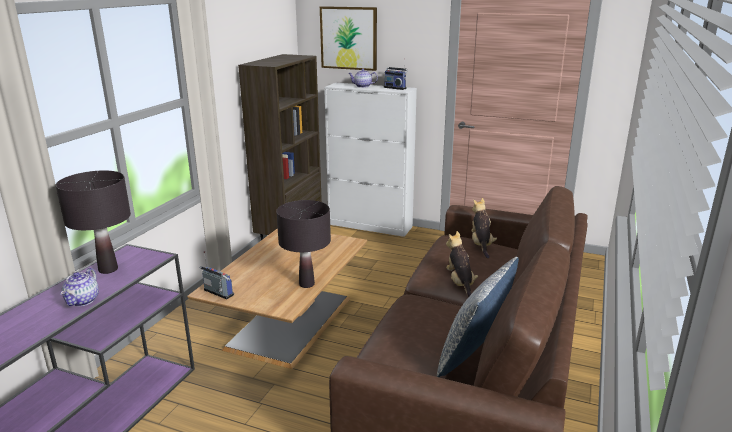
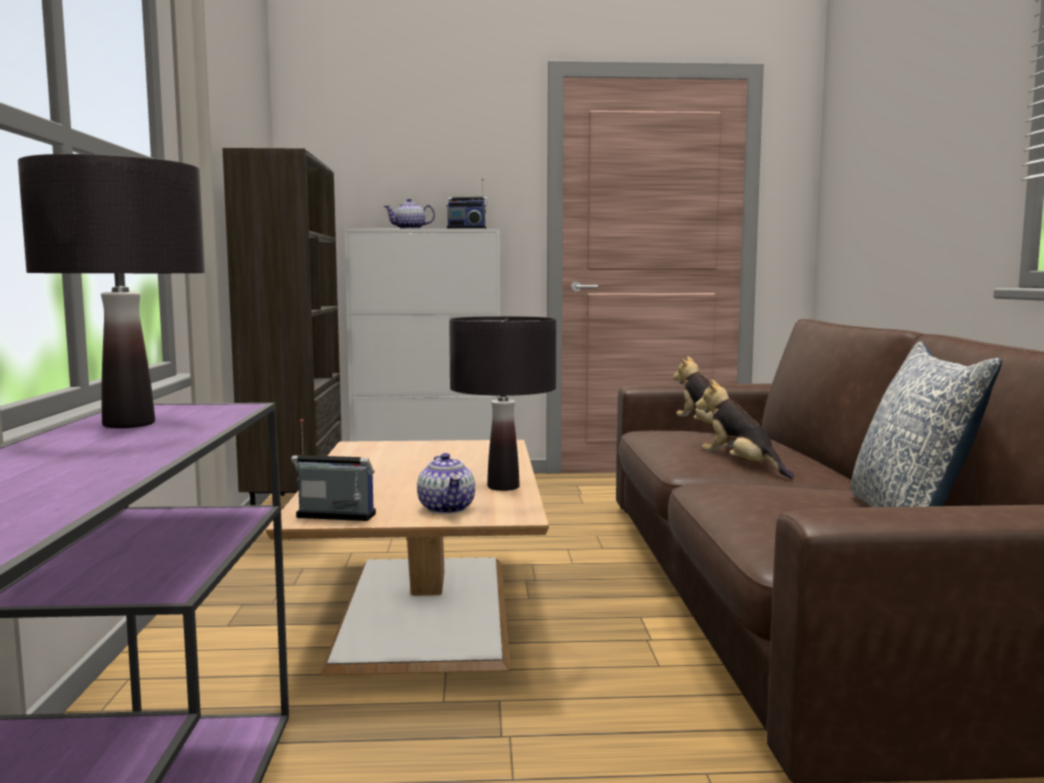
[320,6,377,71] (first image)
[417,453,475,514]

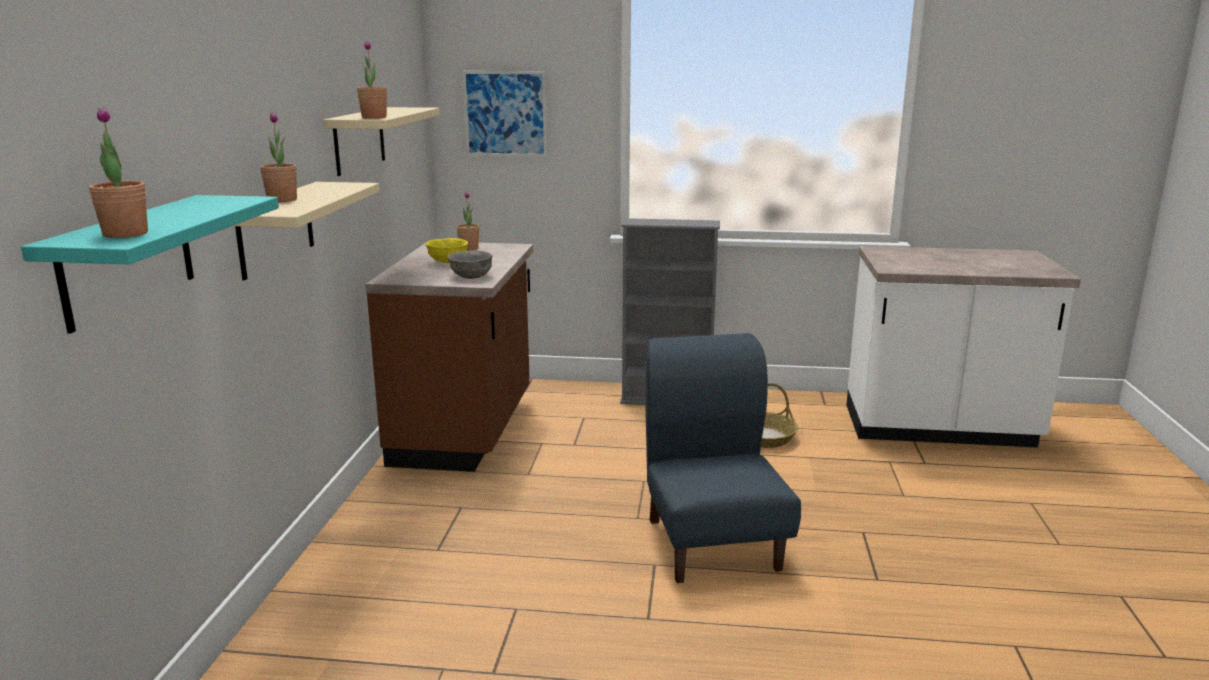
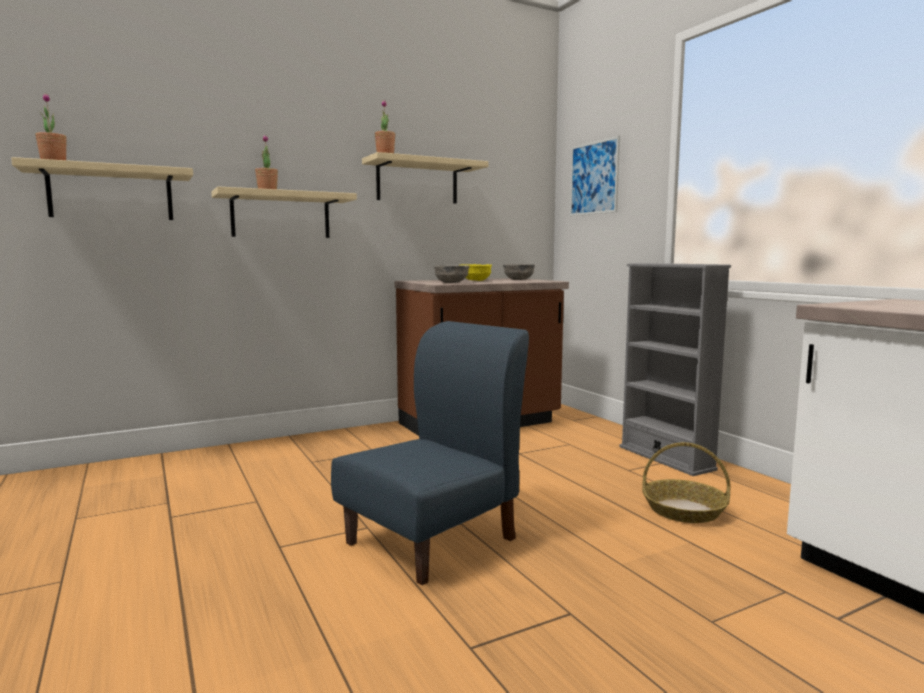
[503,264,535,280]
[11,157,193,220]

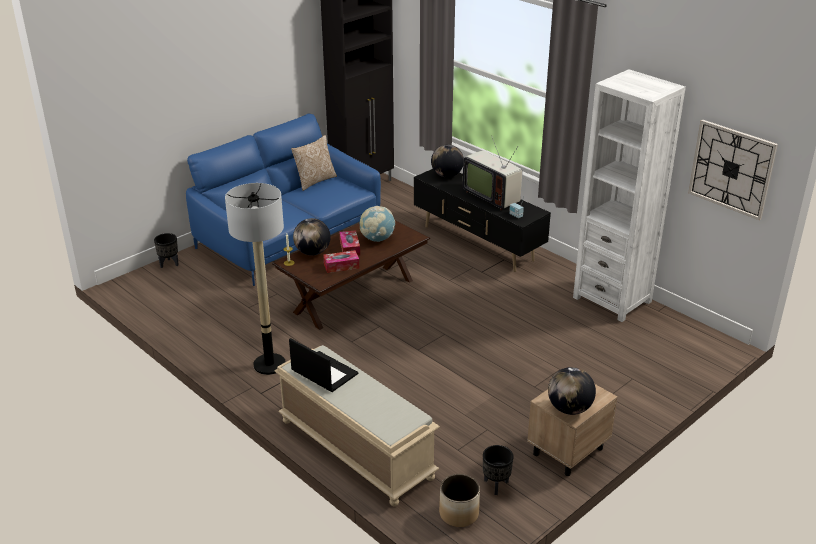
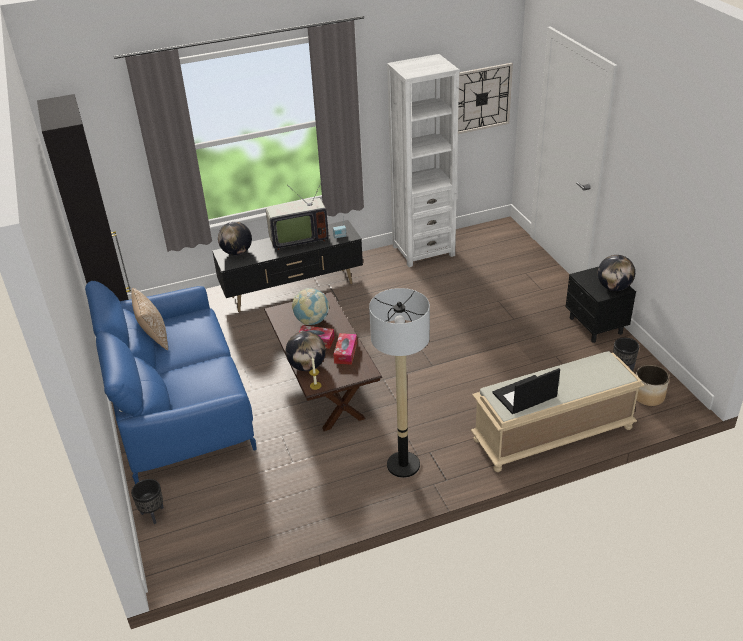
[566,267,636,343]

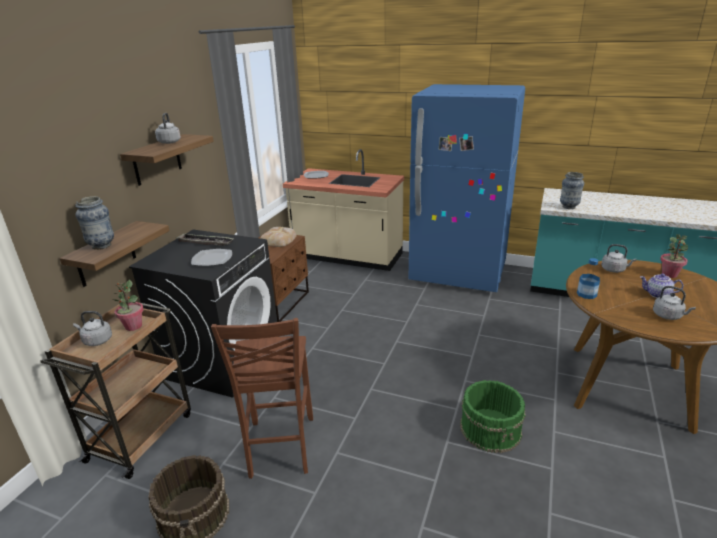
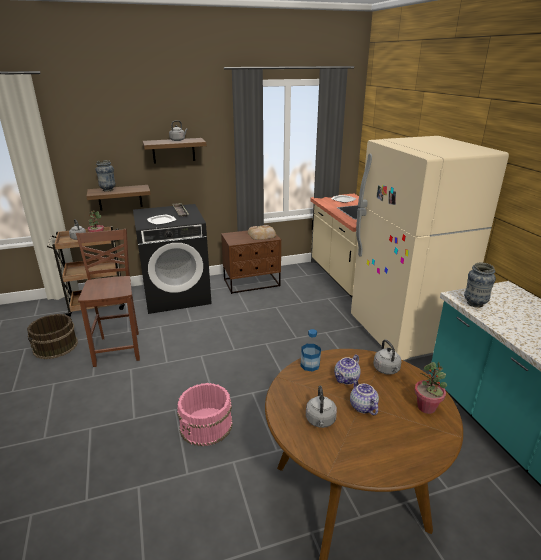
[334,354,361,385]
[351,136,509,360]
[177,383,233,447]
[76,229,140,367]

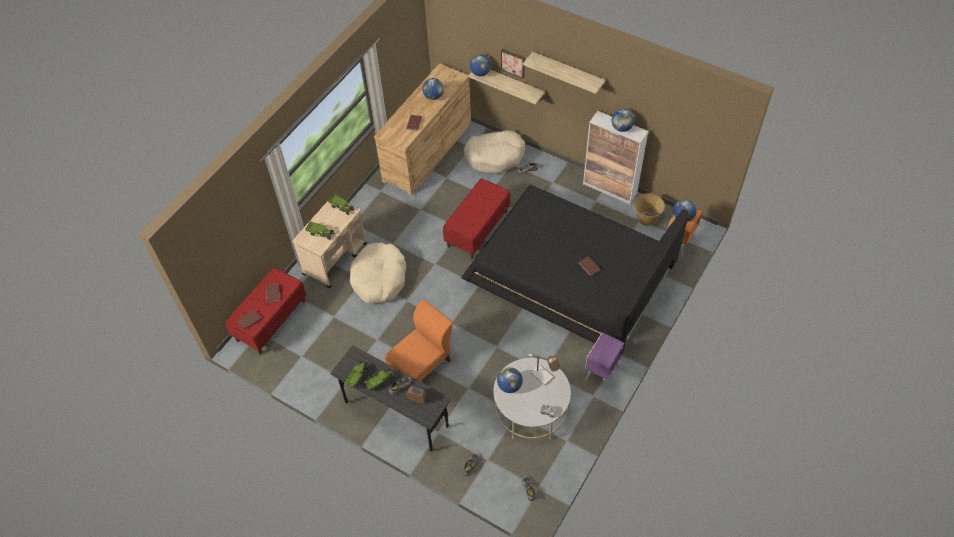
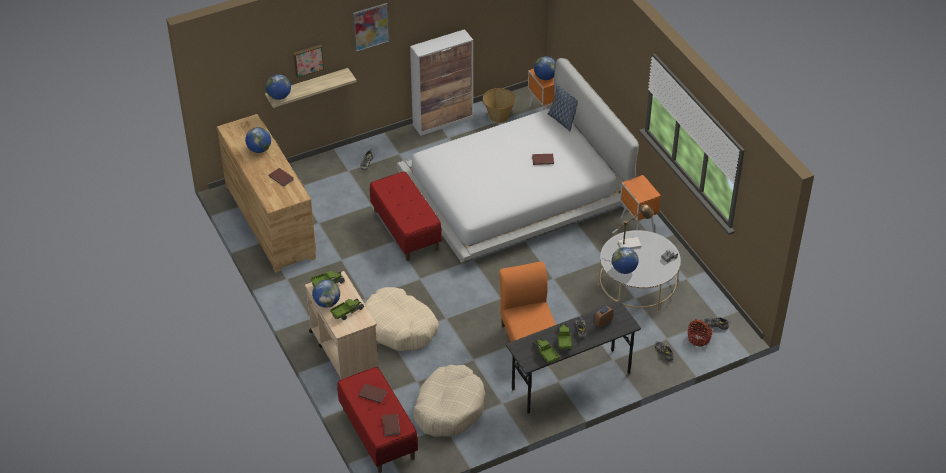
[548,84,578,131]
[688,319,713,347]
[413,365,485,437]
[312,280,340,308]
[353,3,389,52]
[397,58,639,263]
[620,175,661,231]

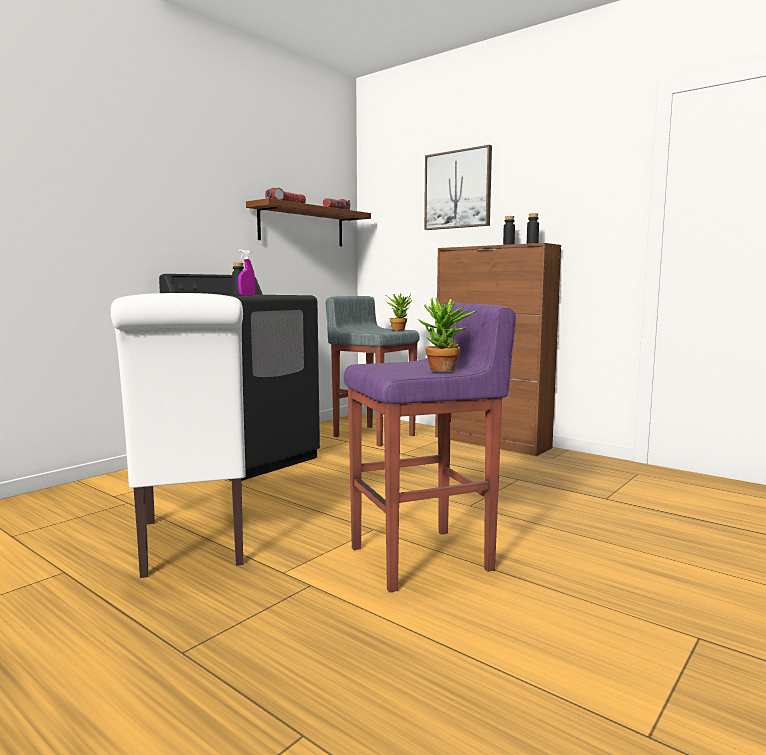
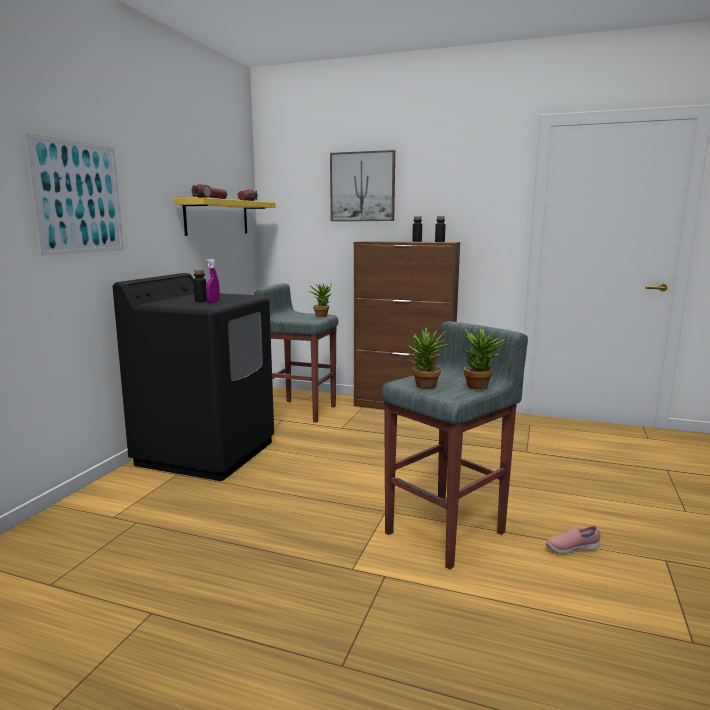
[111,293,246,578] (first image)
[24,132,124,256]
[407,328,450,389]
[546,525,601,554]
[174,198,276,236]
[381,321,528,569]

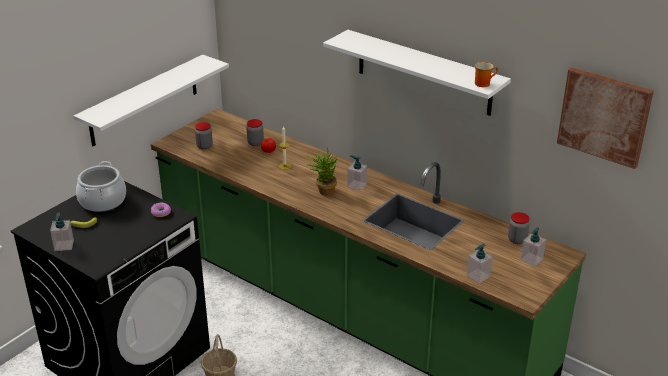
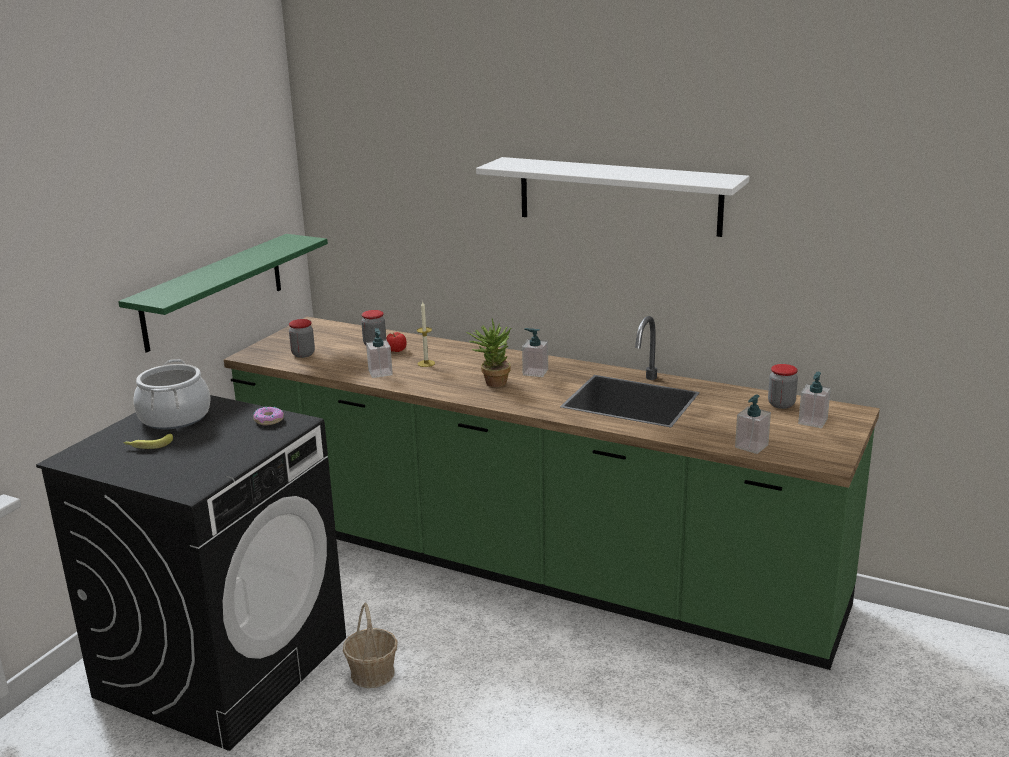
[475,62,498,87] (first image)
[557,67,654,169] (first image)
[366,328,393,378]
[118,234,328,353]

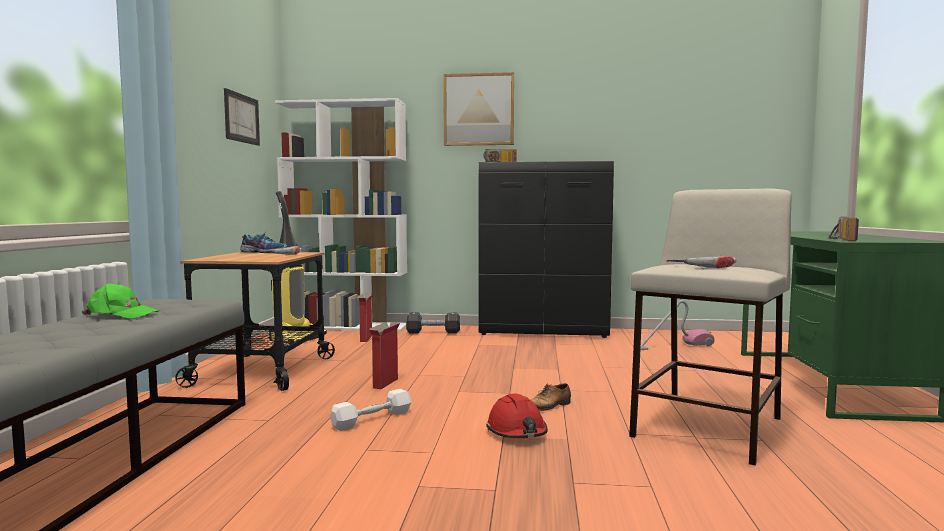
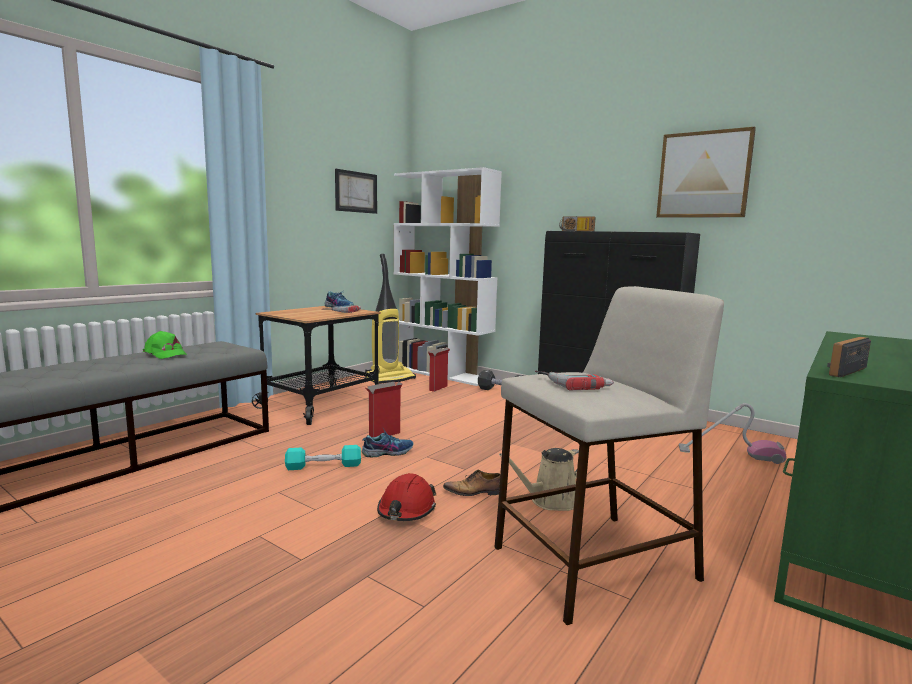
[362,430,414,457]
[499,448,579,511]
[656,127,756,218]
[285,445,361,470]

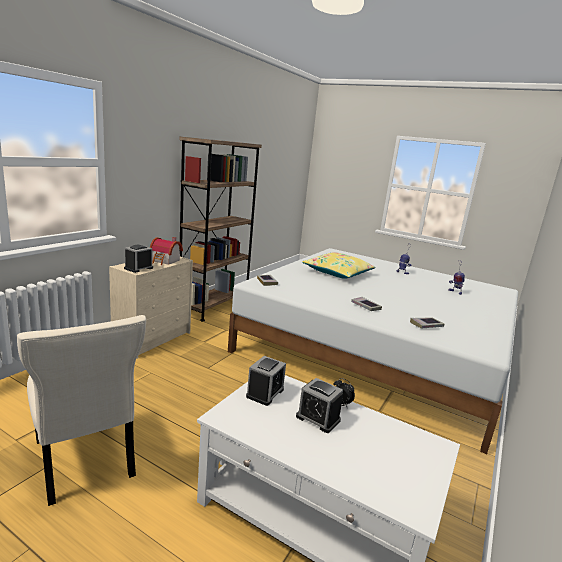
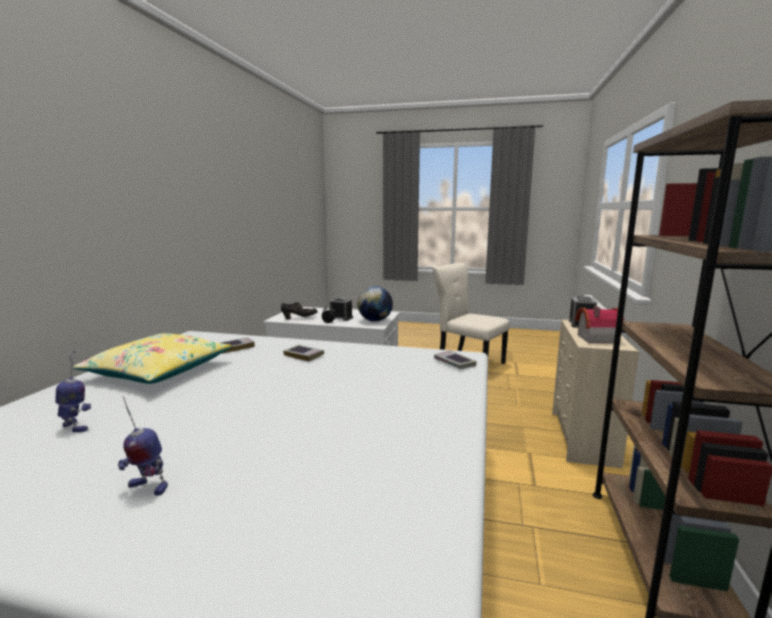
[281,303,318,320]
[73,333,232,384]
[357,286,393,322]

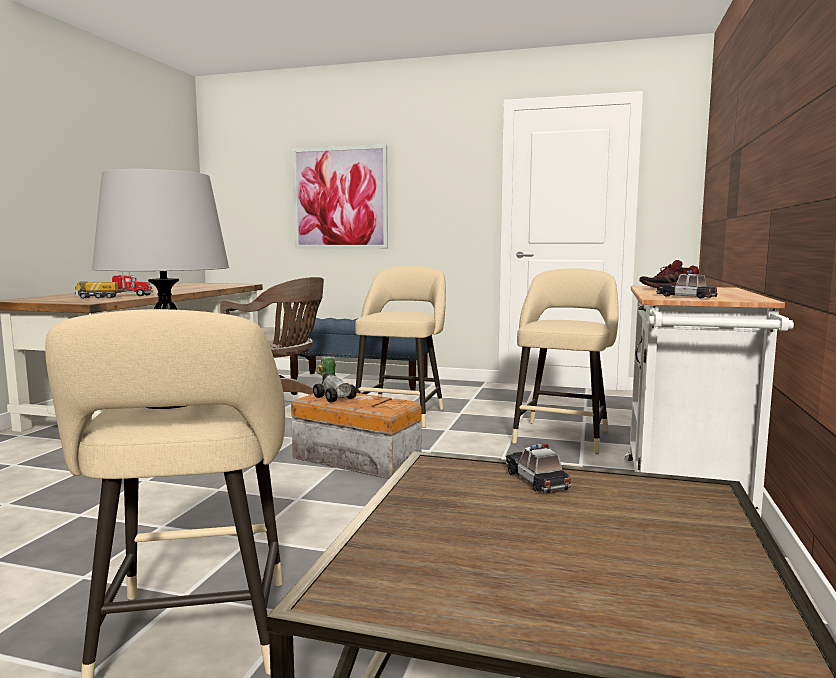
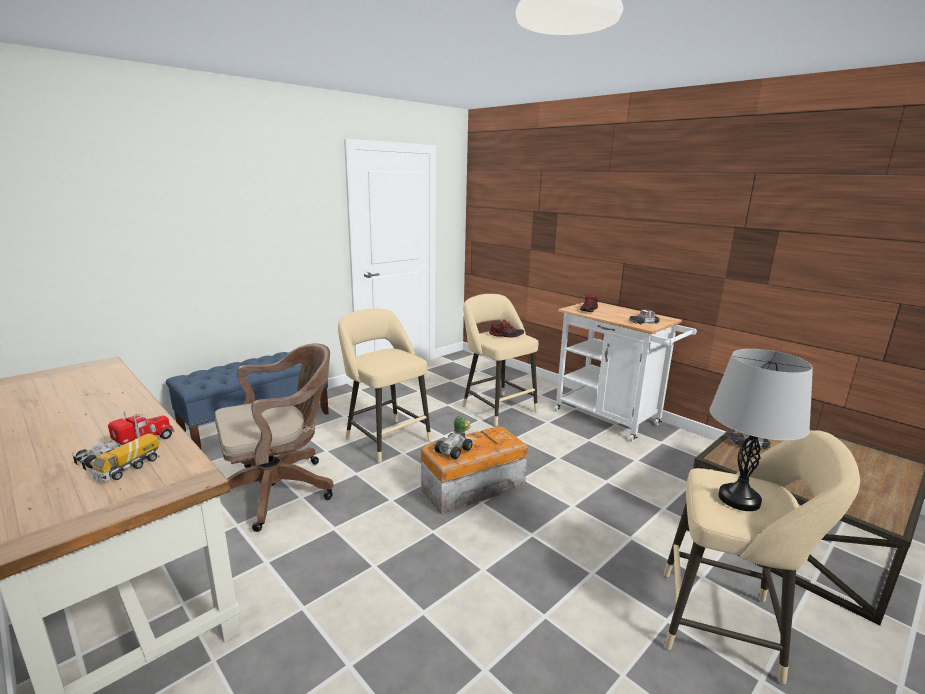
[292,144,388,249] (first image)
[489,320,524,338]
[434,416,473,459]

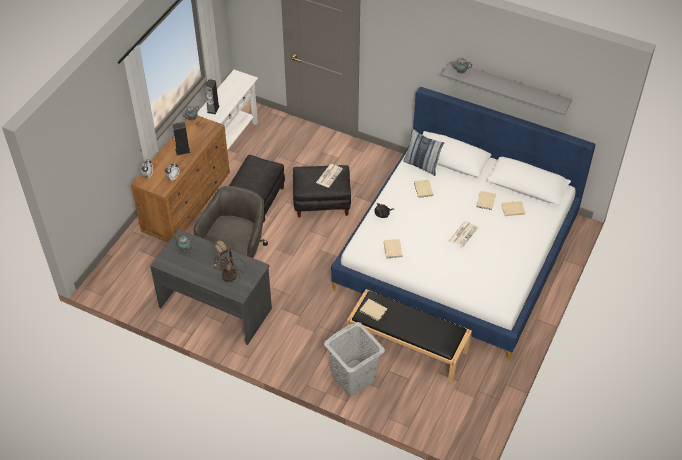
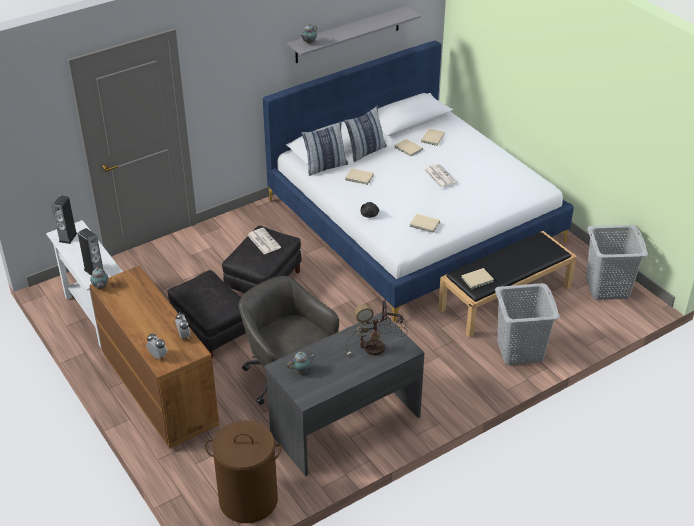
[205,420,282,523]
[344,105,387,162]
[586,225,648,300]
[52,195,78,244]

